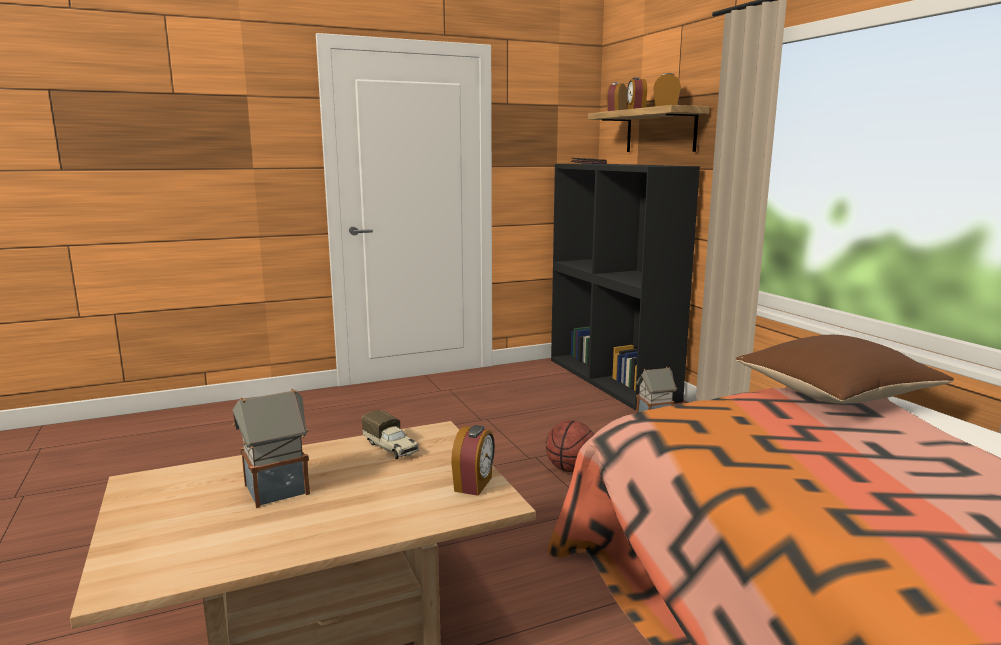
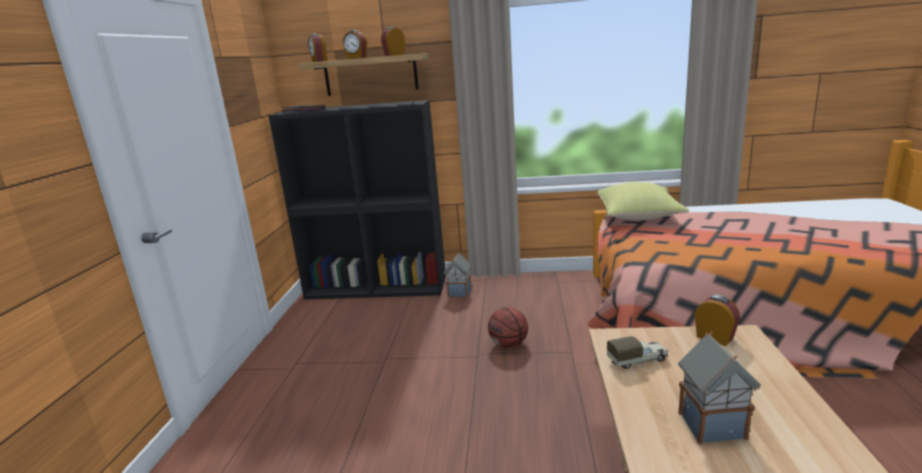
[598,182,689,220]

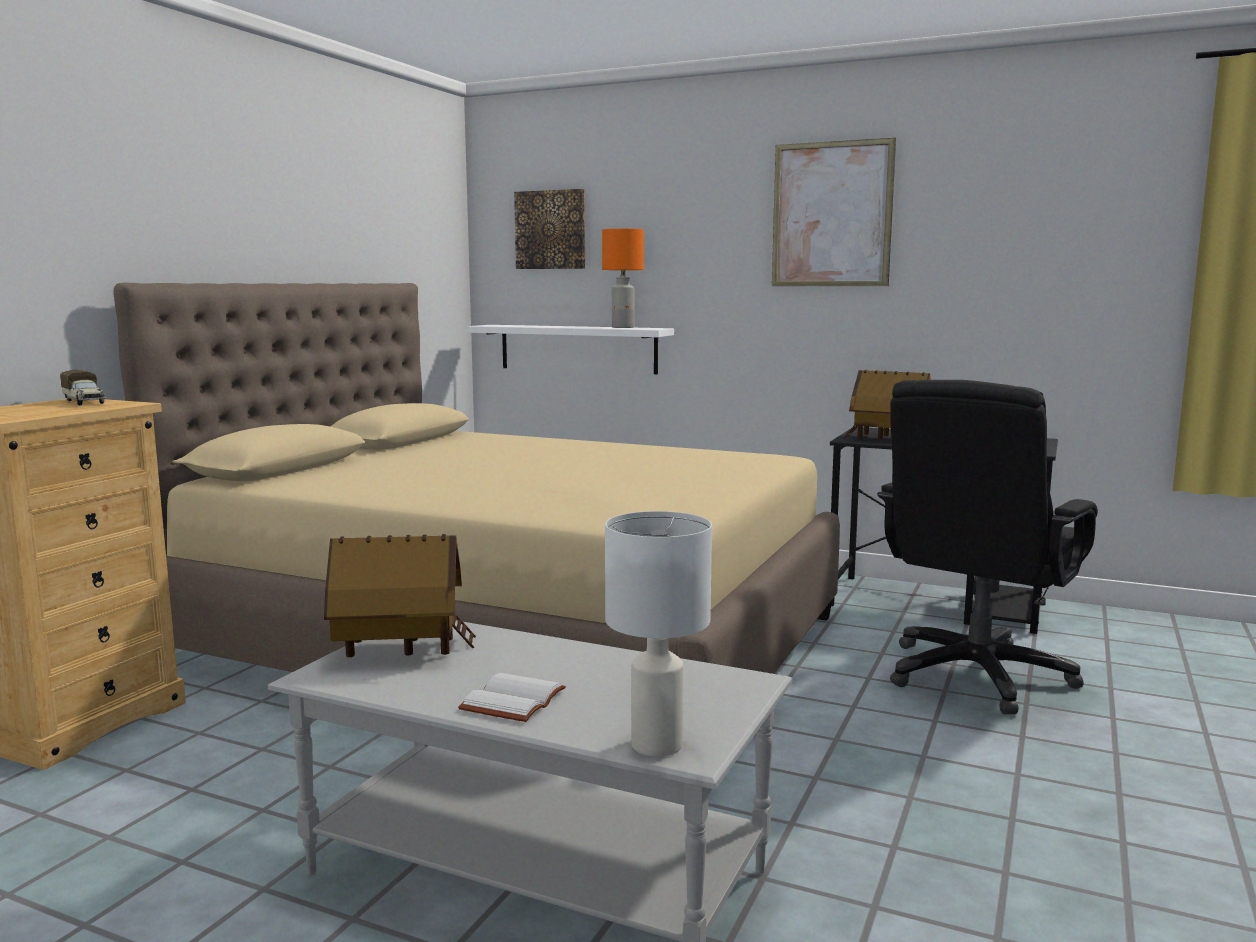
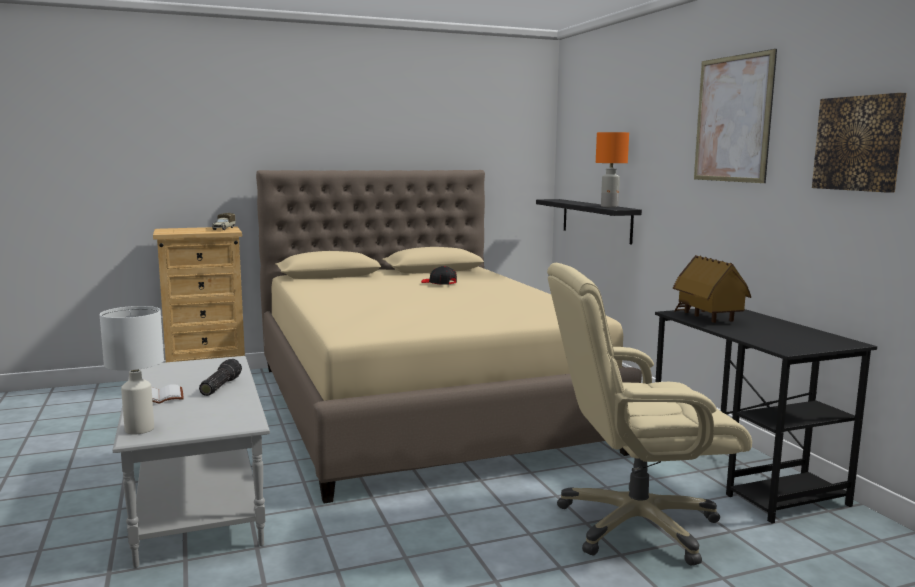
[324,534,476,657] (first image)
[199,359,242,396]
[421,266,457,285]
[812,93,907,193]
[536,199,642,245]
[547,263,752,566]

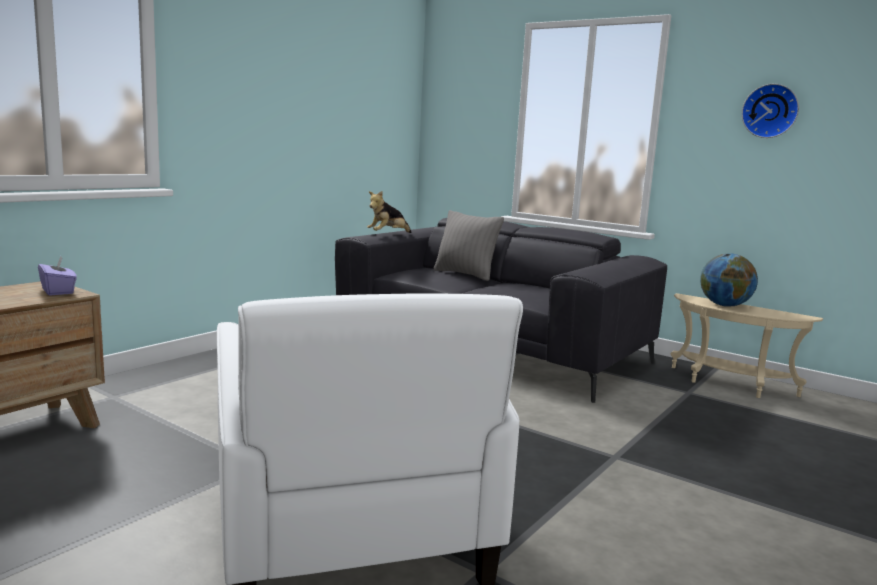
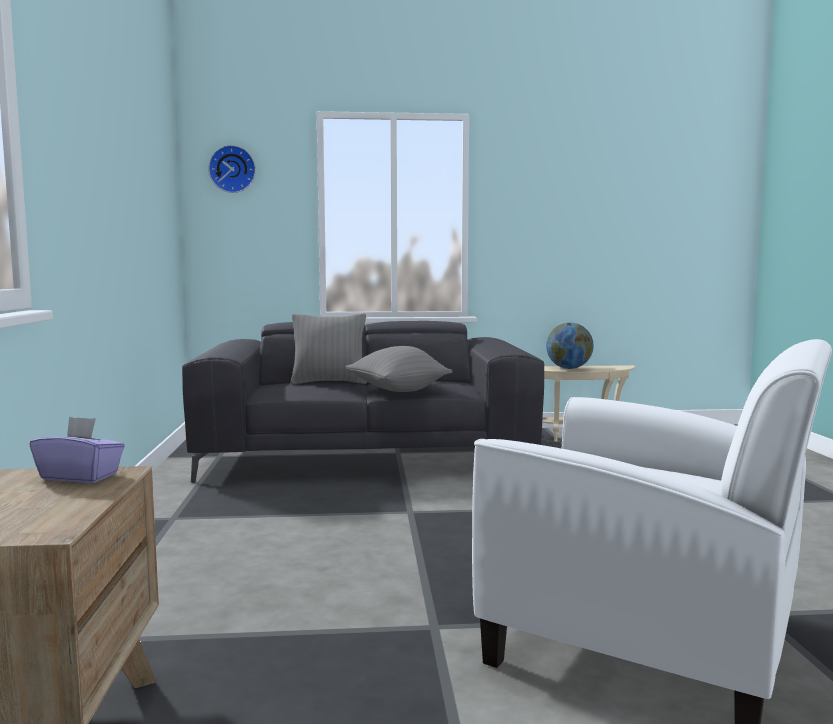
[367,191,411,233] (first image)
[346,346,453,392]
[208,145,256,193]

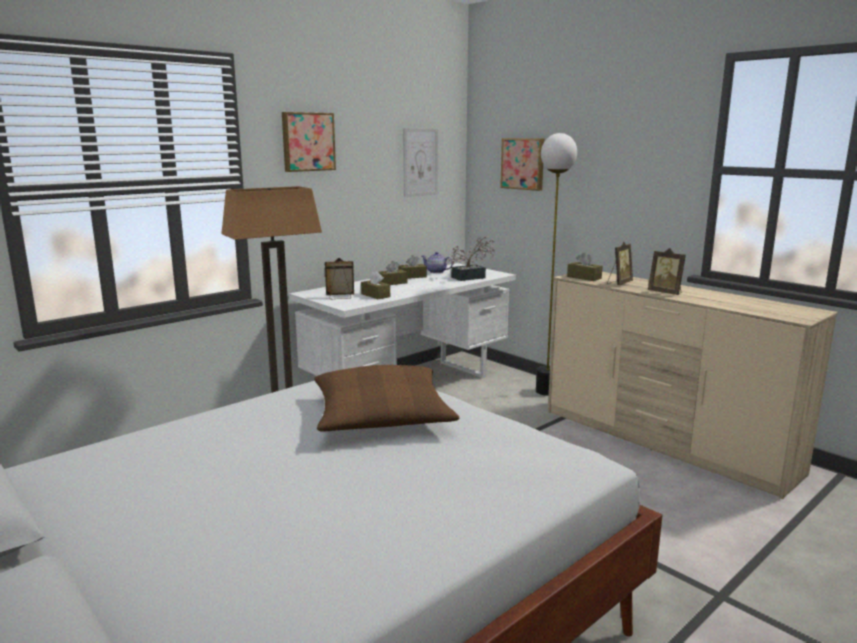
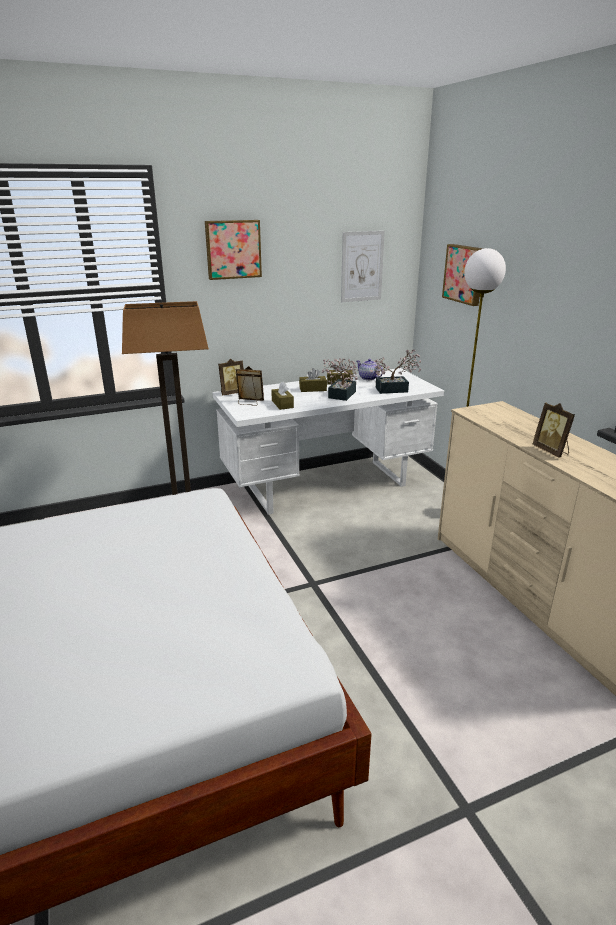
[314,365,459,431] (first image)
[567,252,603,281] (first image)
[322,358,358,401]
[218,359,244,395]

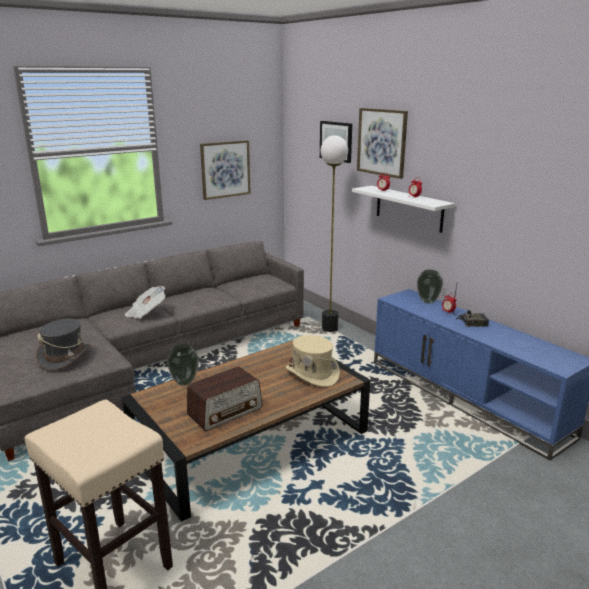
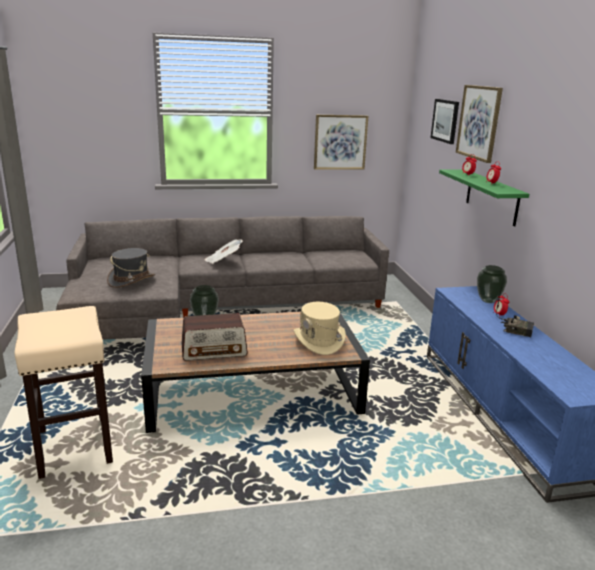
[321,135,348,332] (first image)
[439,170,529,227]

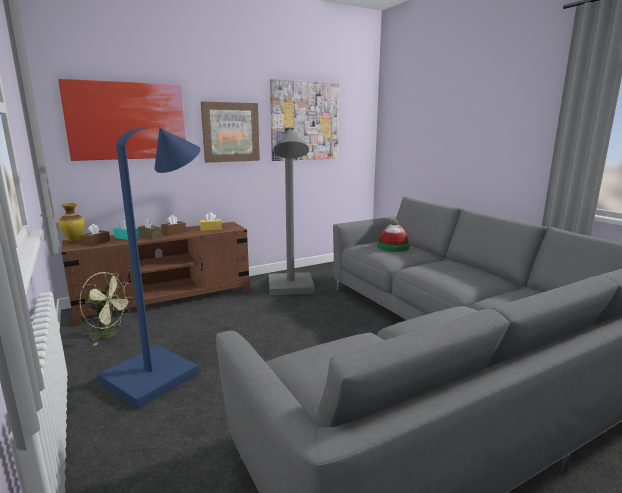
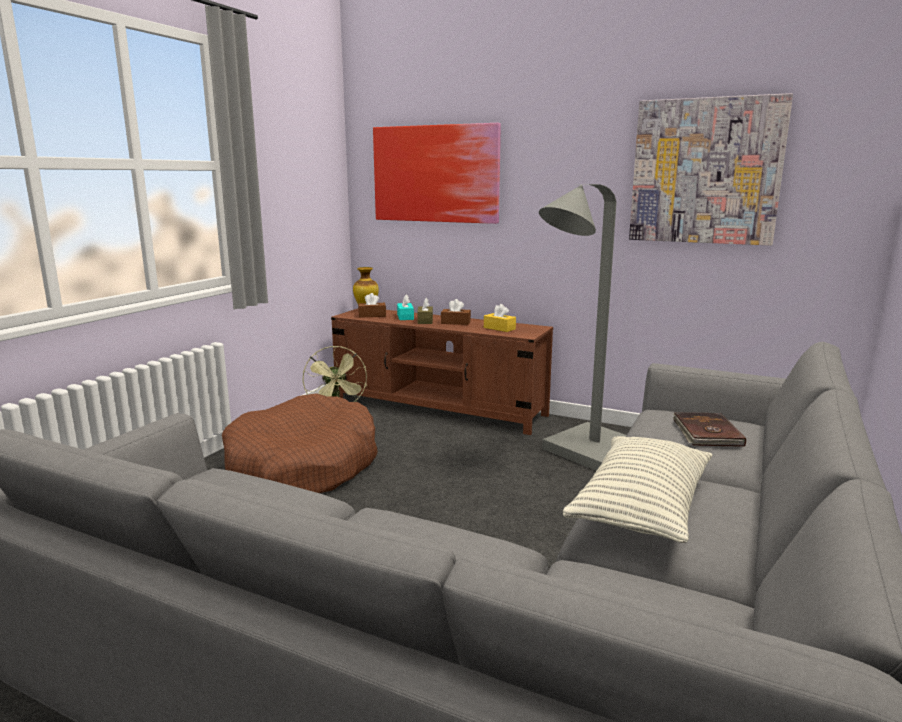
[201,102,260,163] (first image)
[563,436,712,543]
[222,393,378,493]
[673,412,746,447]

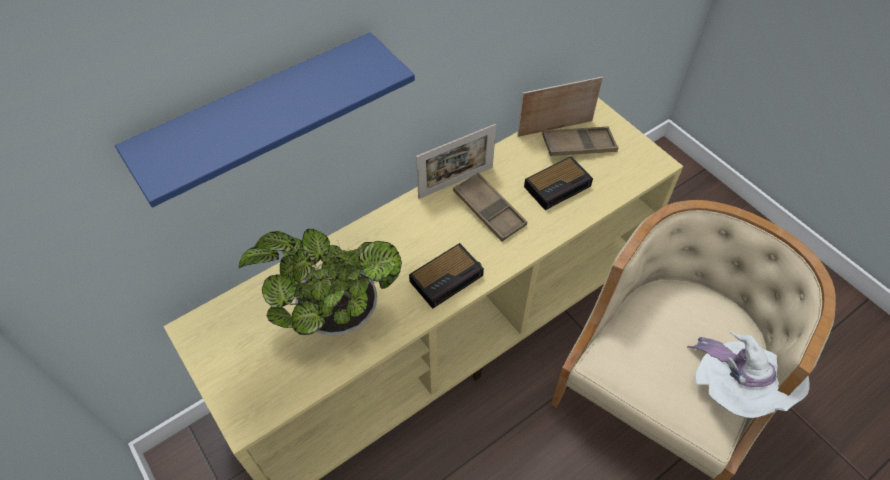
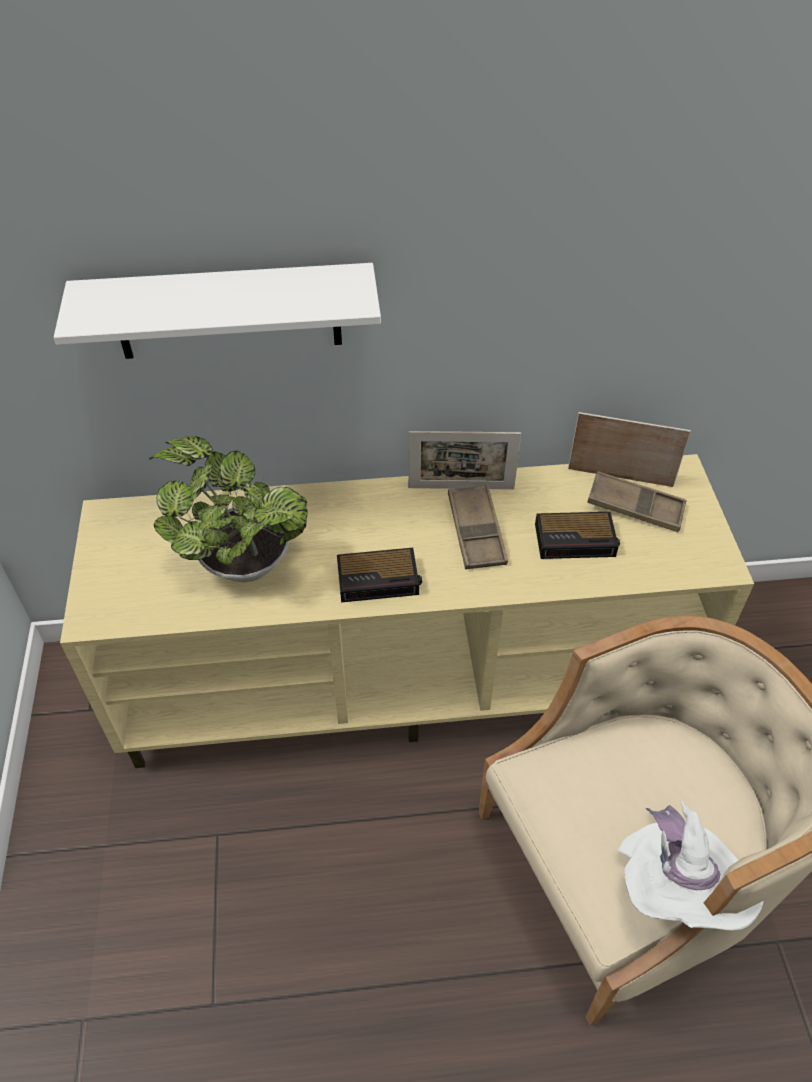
[54,263,381,359]

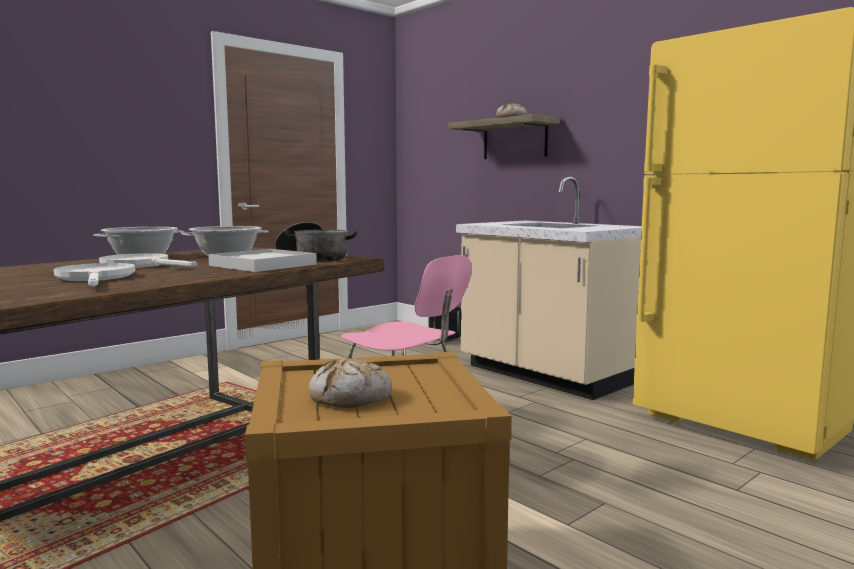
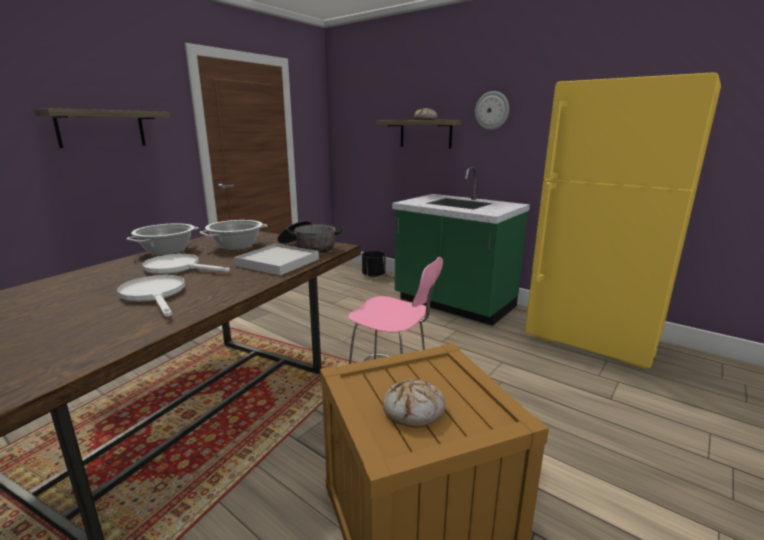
[34,108,170,148]
[475,91,509,130]
[392,167,530,326]

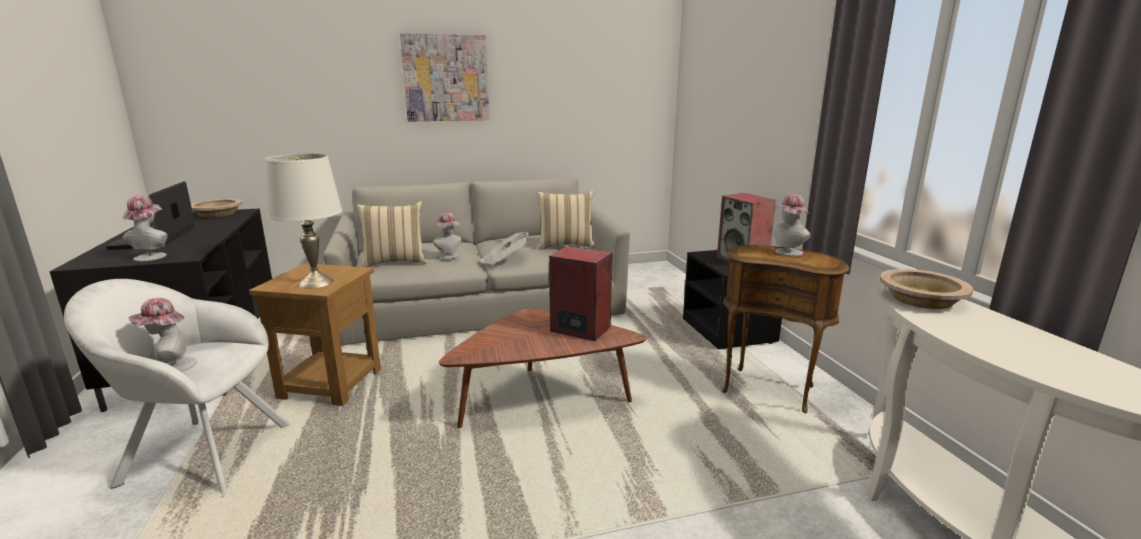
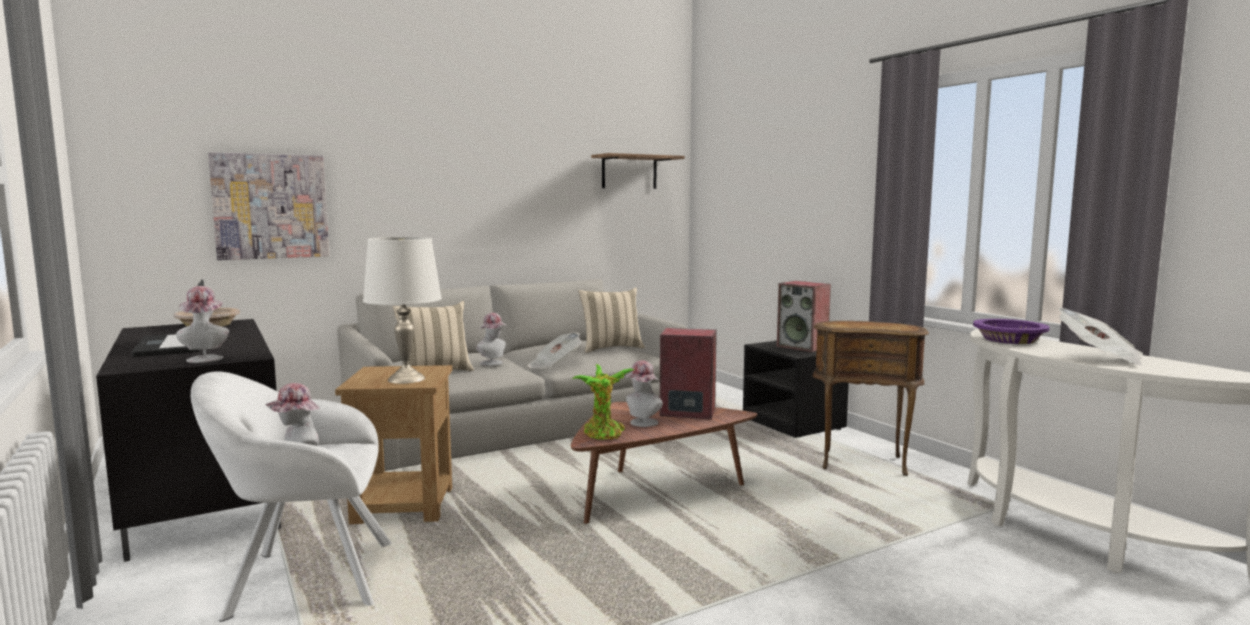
[572,364,634,439]
[591,153,685,189]
[1058,307,1143,366]
[208,152,329,260]
[625,360,663,427]
[973,319,1050,344]

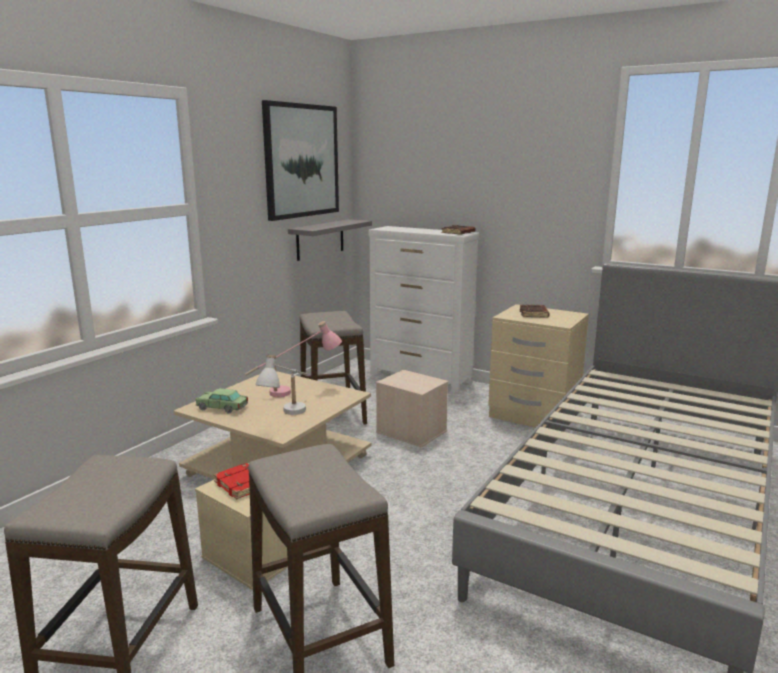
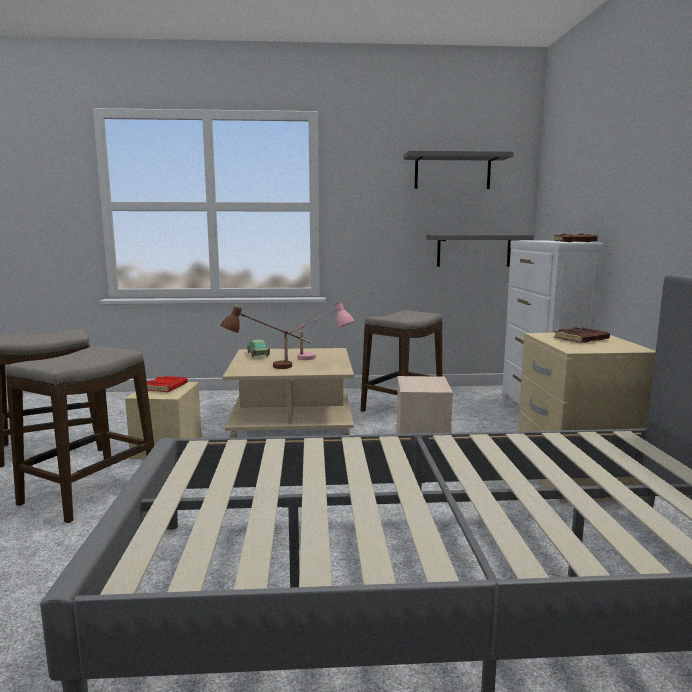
[403,150,514,189]
[220,304,312,369]

